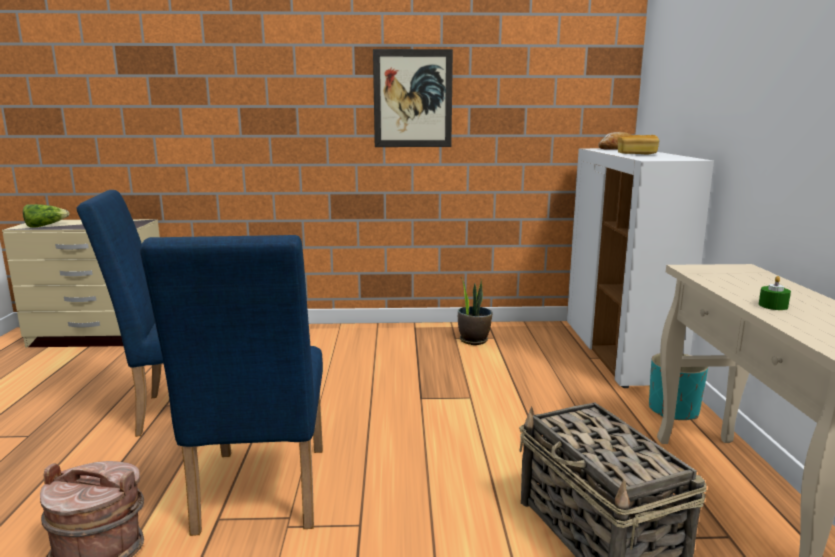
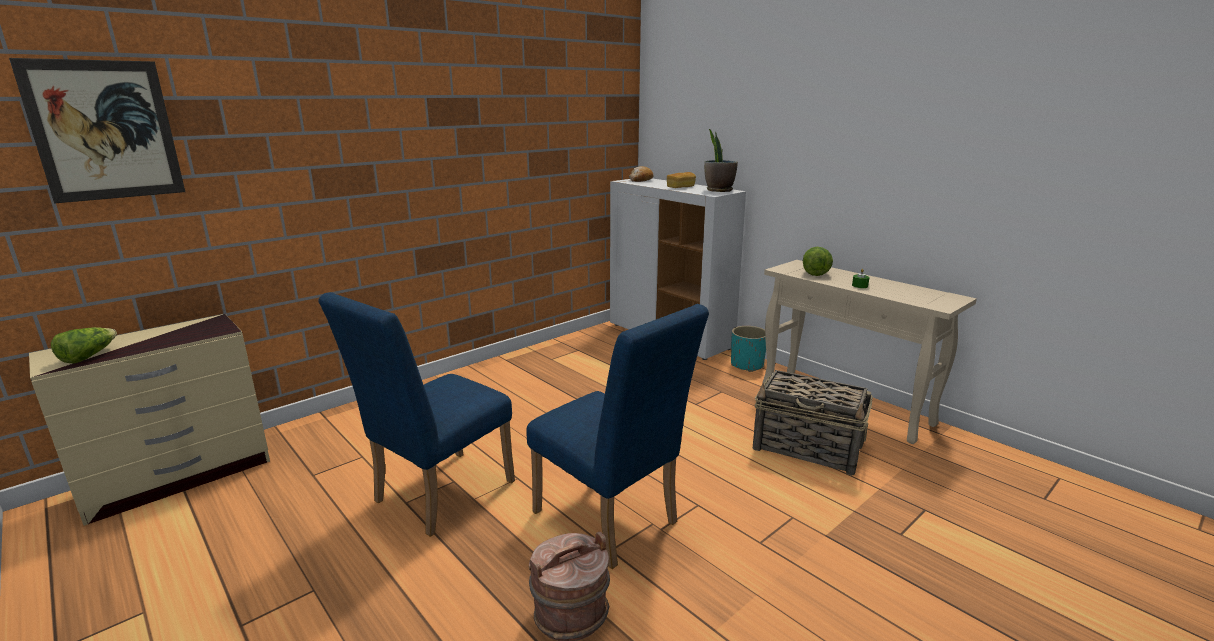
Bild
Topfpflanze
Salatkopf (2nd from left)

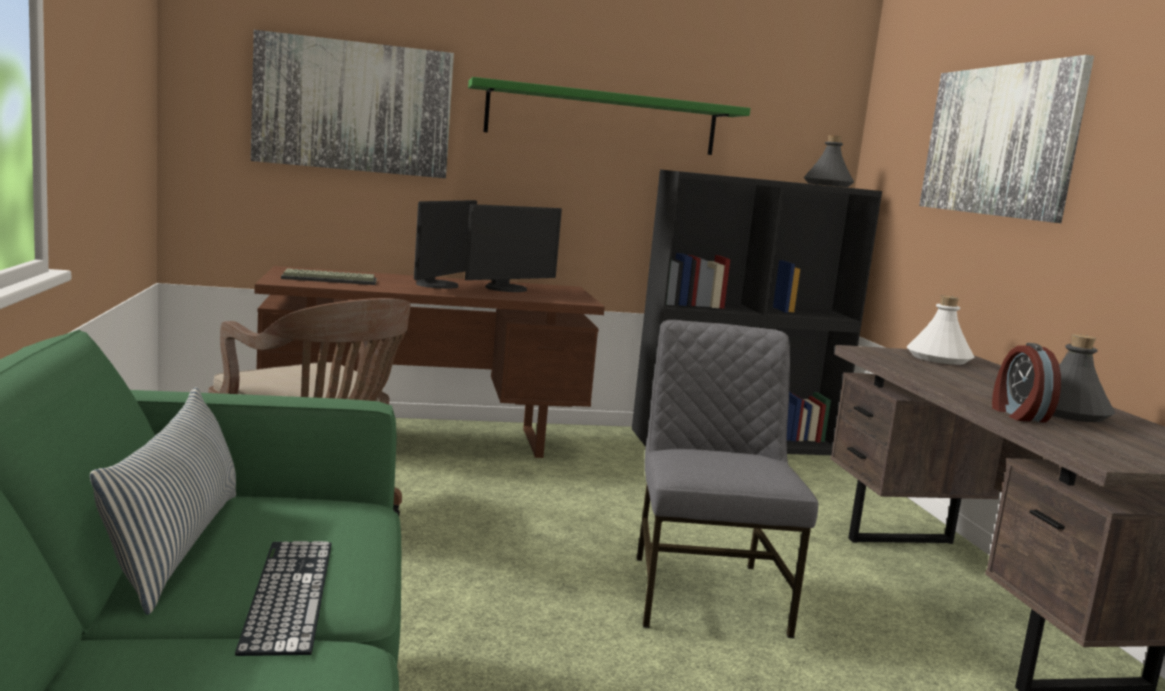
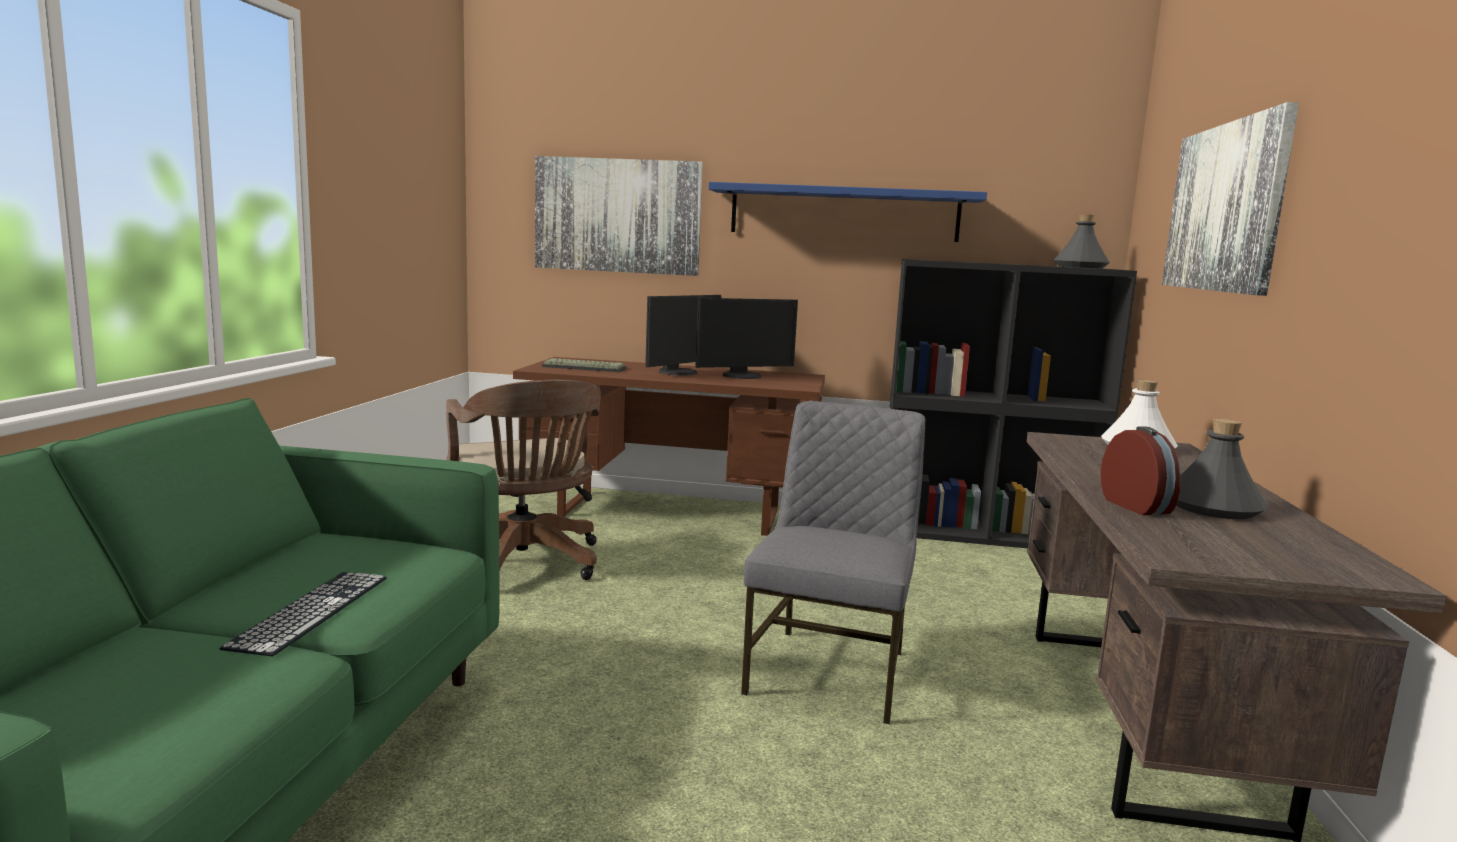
Wandregal/blau
Wecker
Kissen

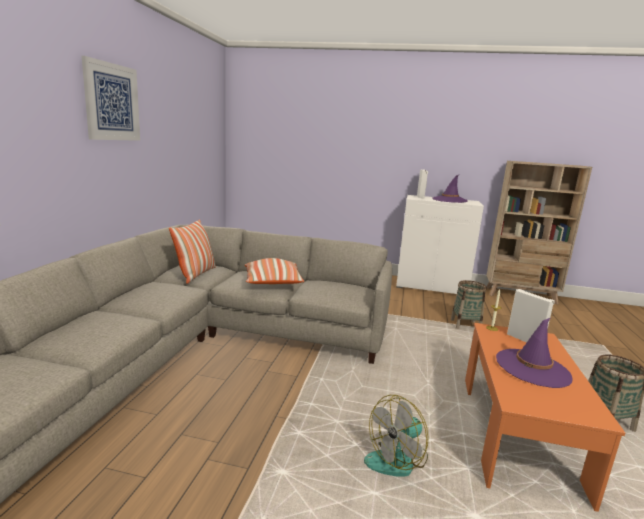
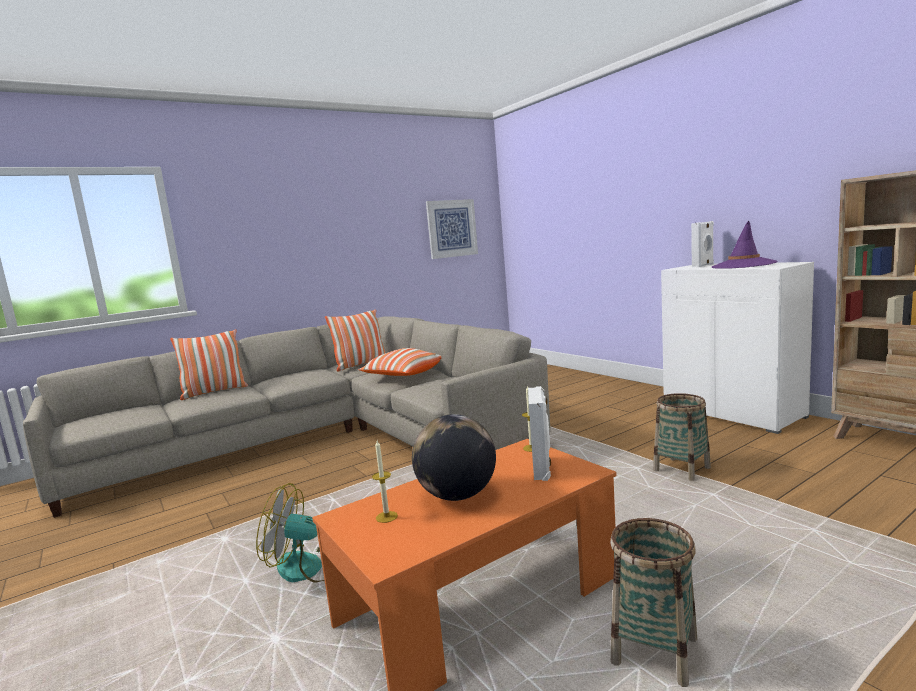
Kissen (1st from left)
Kerze (1st from left)
Globus
Bild

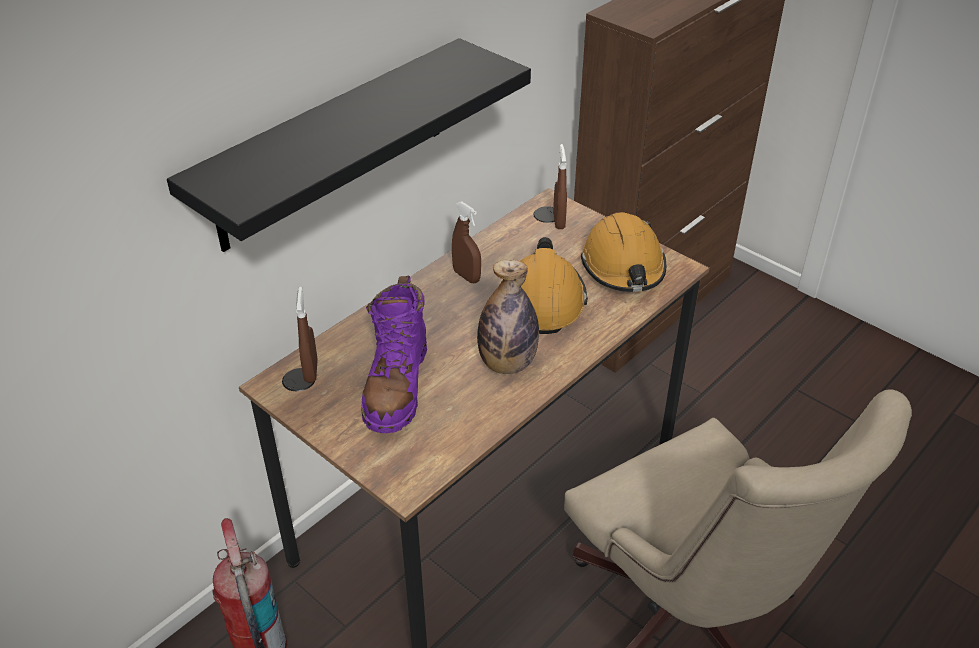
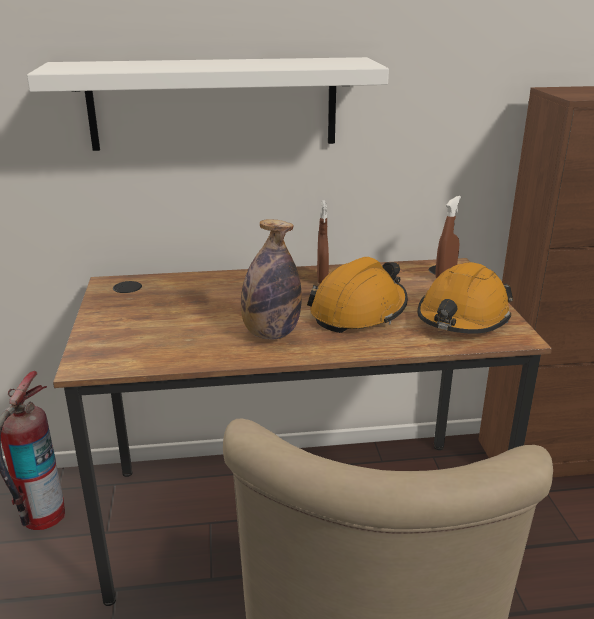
Wandregal/weiß
Sprühflasche/braun (1st from left in the first image)
Stiefel/lila

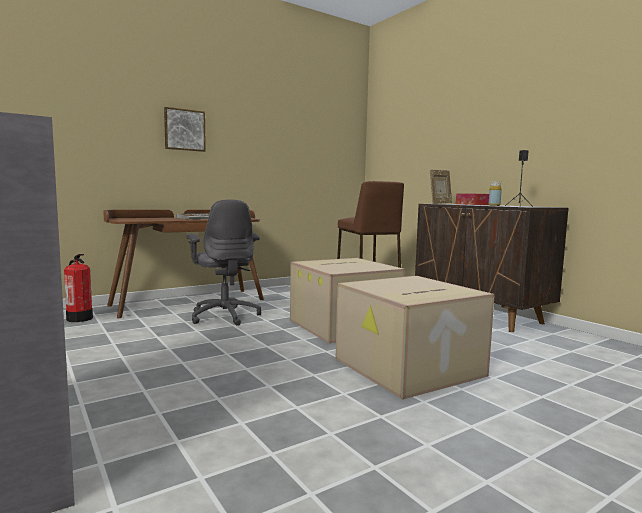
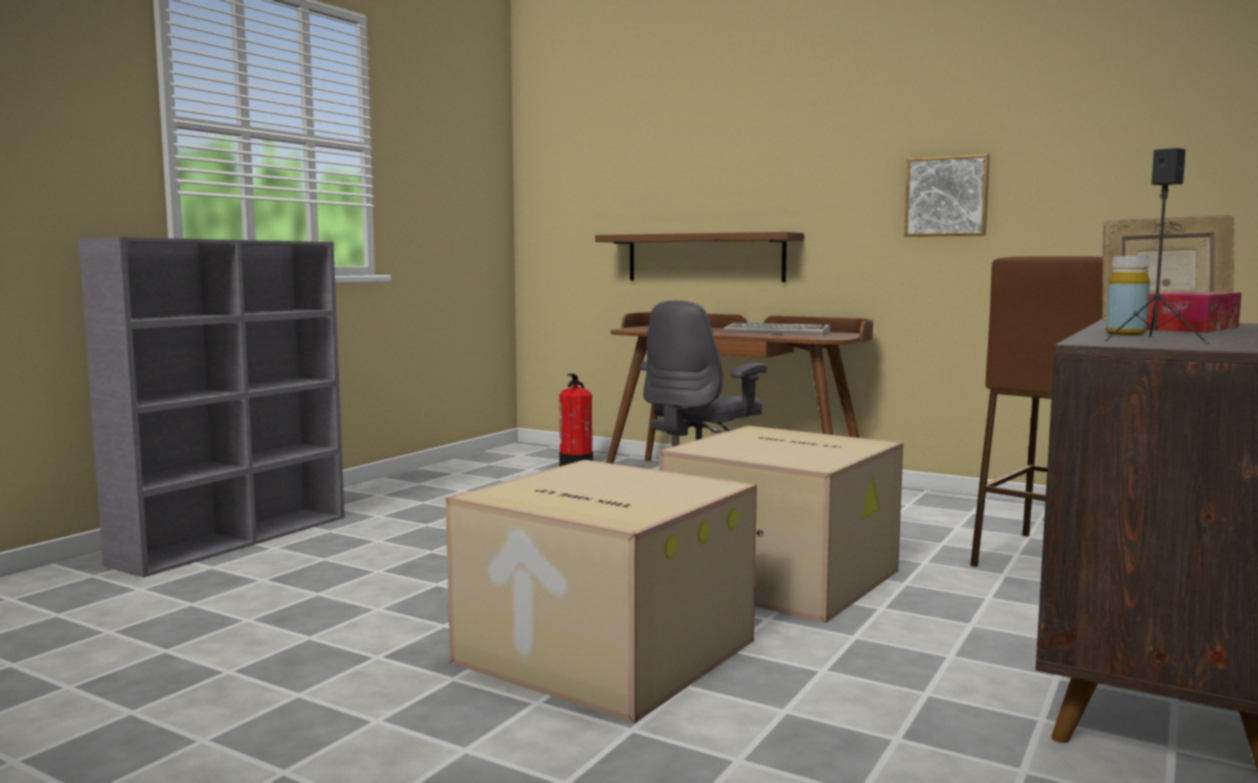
Wandregal/braun
Bild

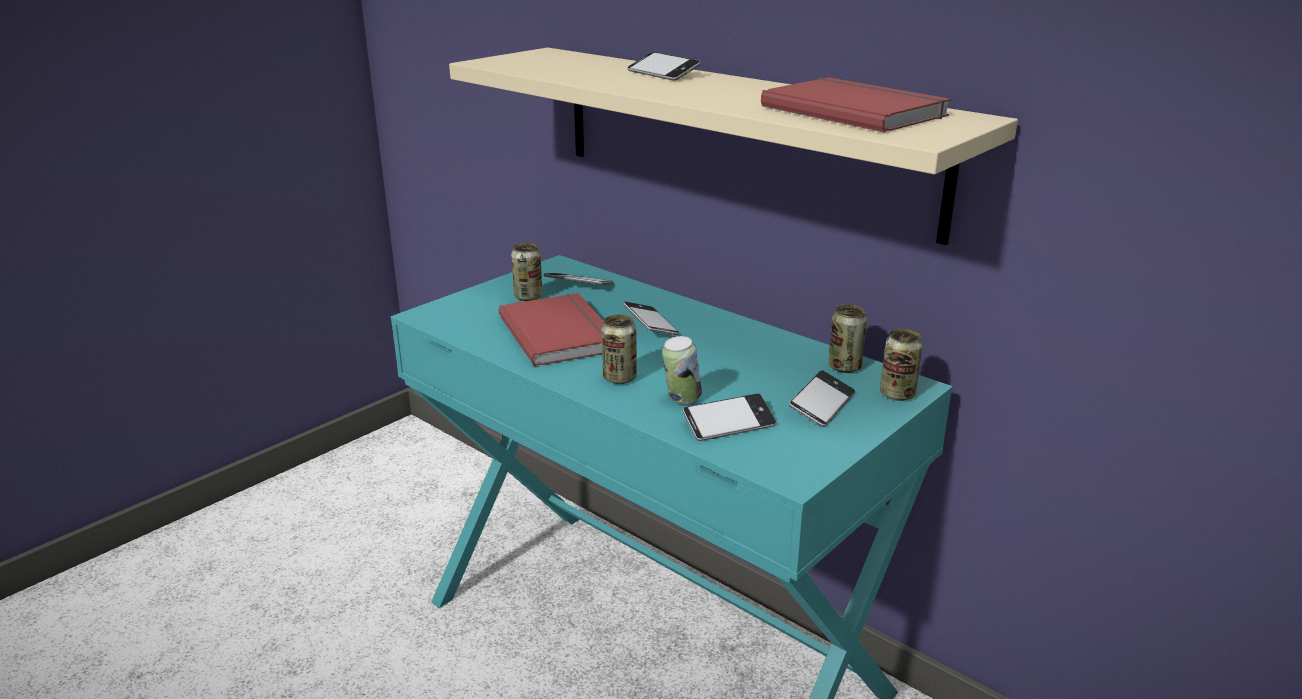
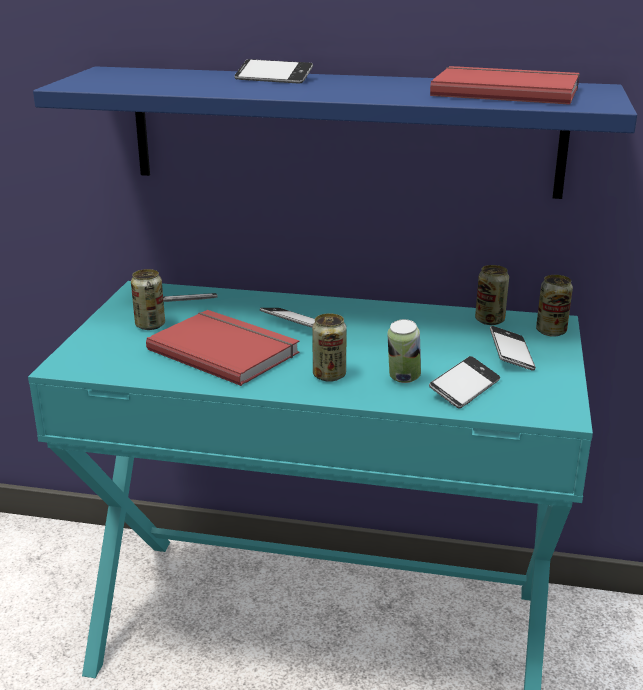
Wandregal/blau

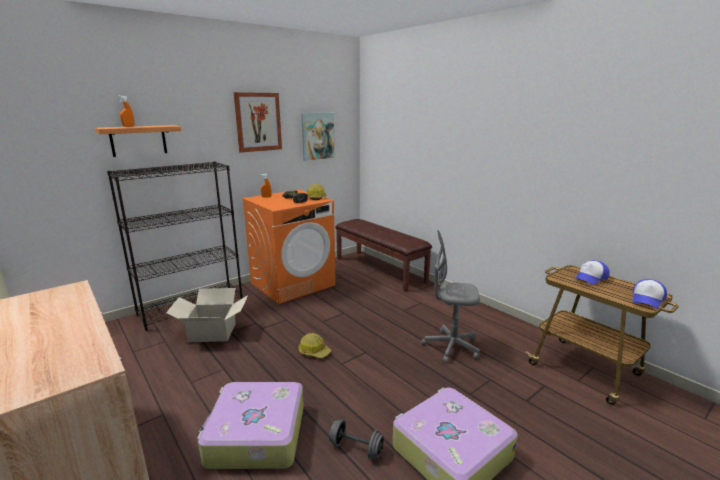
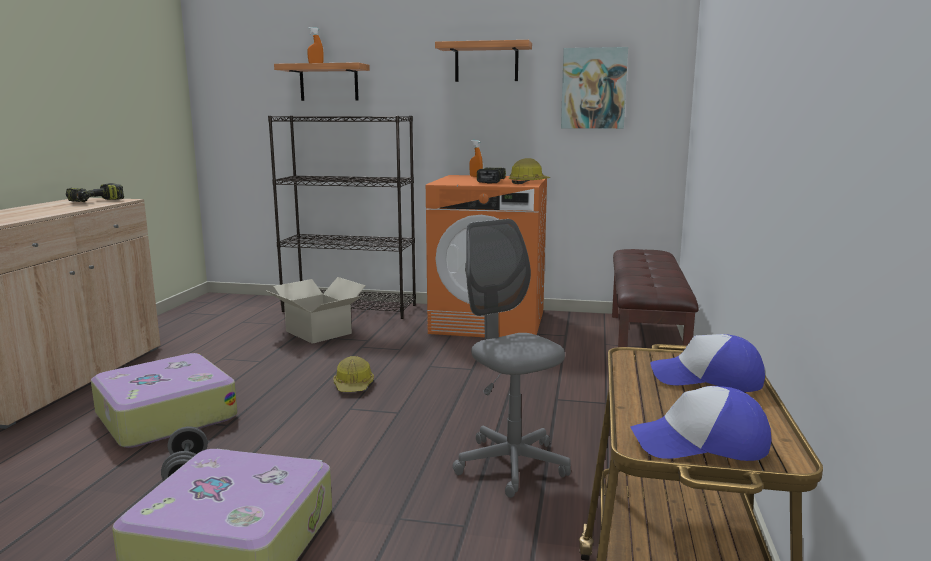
Bohrmaschine (1st from left)
Wandregal (2nd from left)

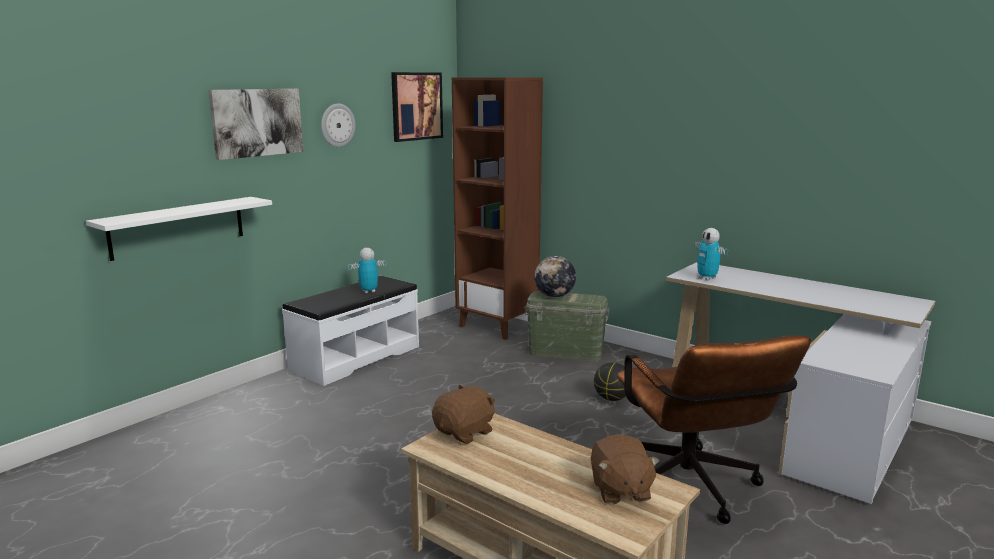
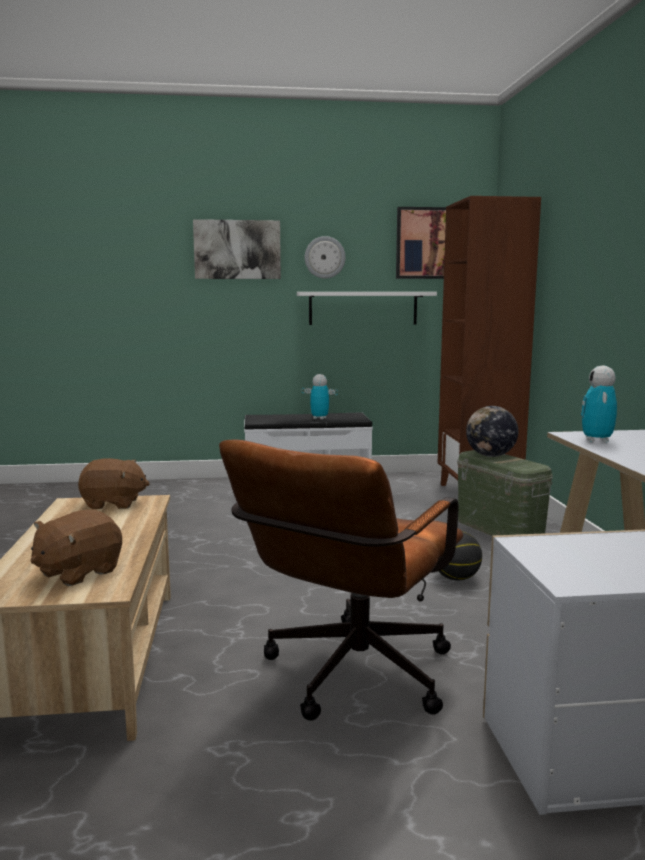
Wandregal/weiß

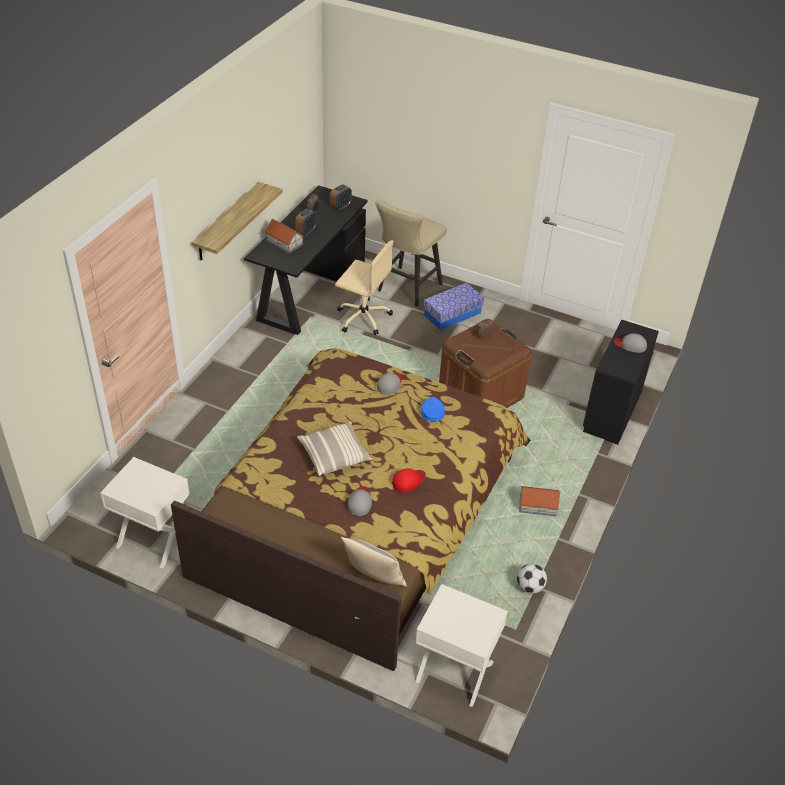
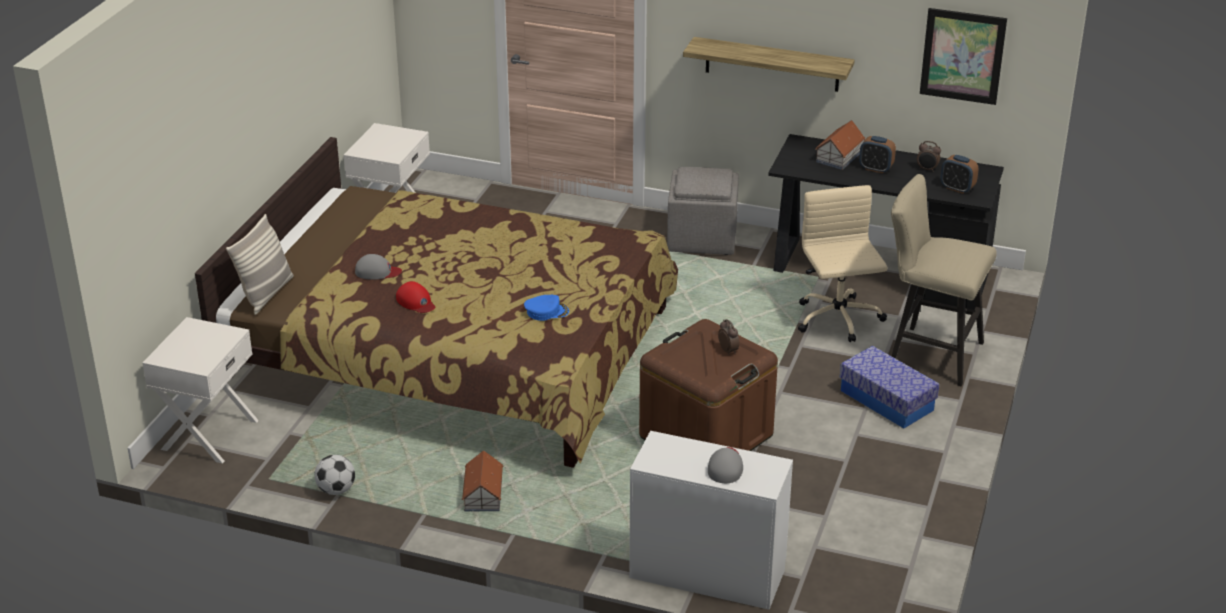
Kommode/weiß
Polsterhocker/grau
Bürostuhl/beige
Bild
Kissen (1st from left in the first image)
Kappe/grau (2nd from left in the first image)

